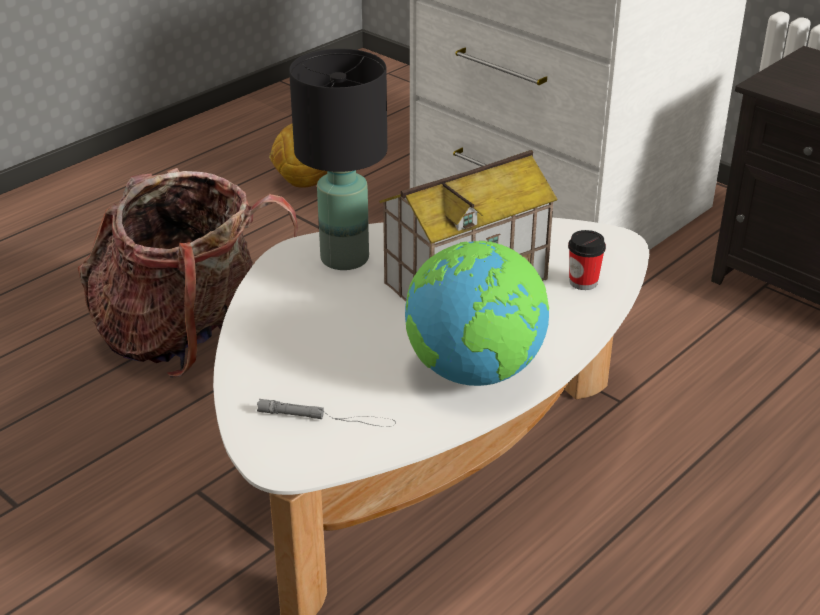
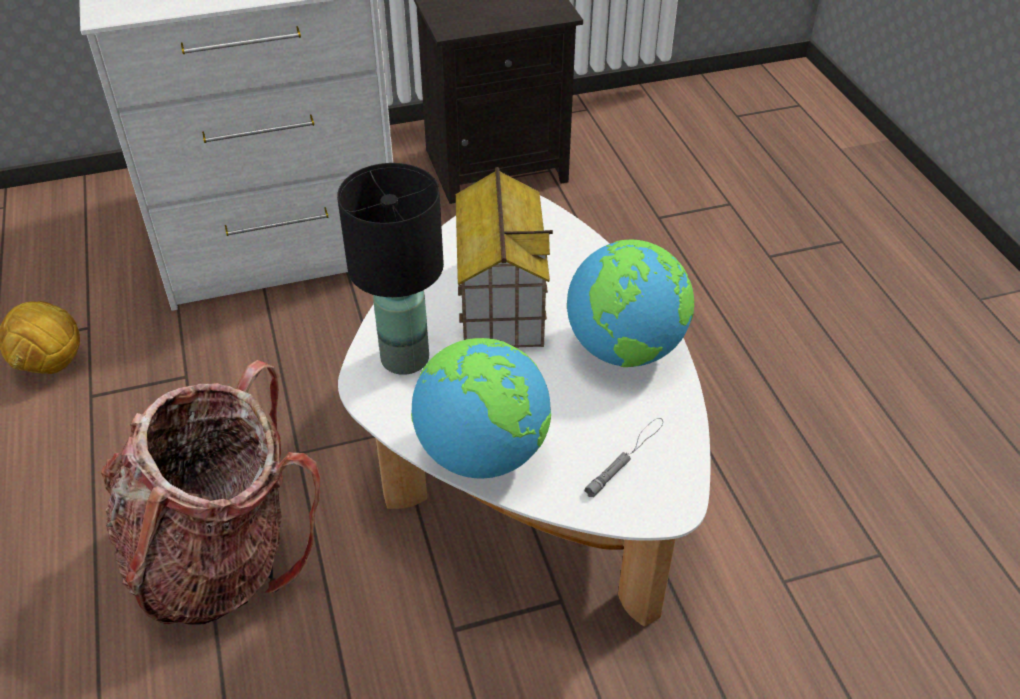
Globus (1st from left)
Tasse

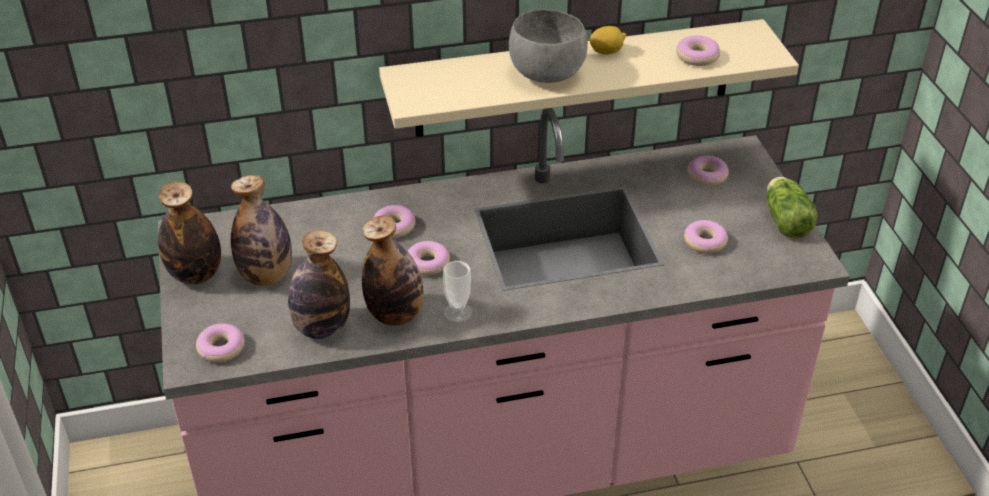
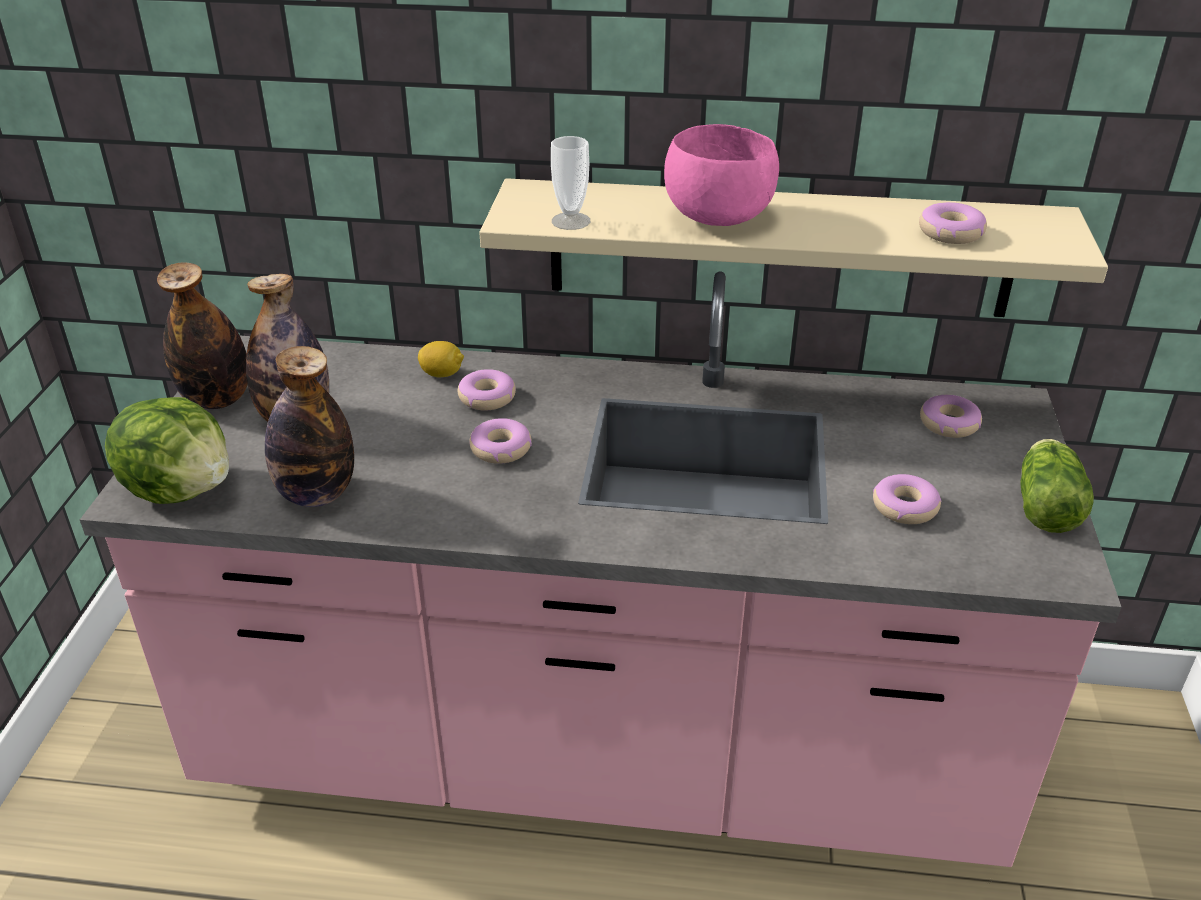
Salatkopf (1st from left)
Zitrone
Tasse
Schüssel/rosa
Flasche (4th from left in the first image)

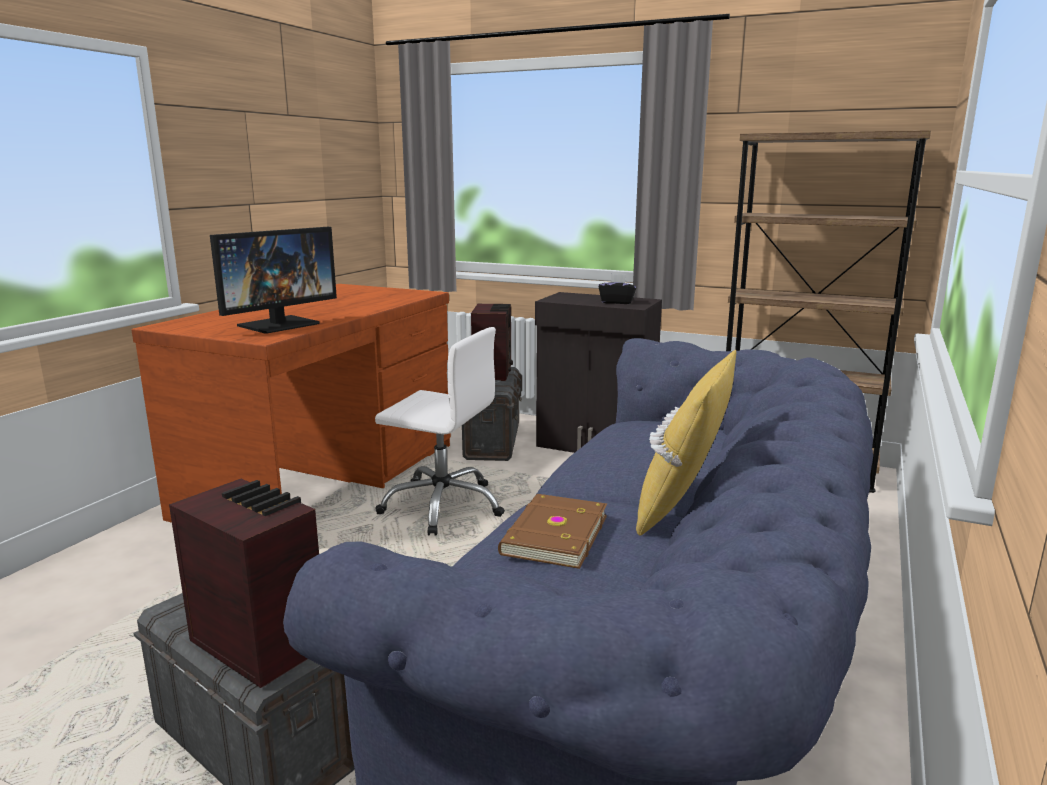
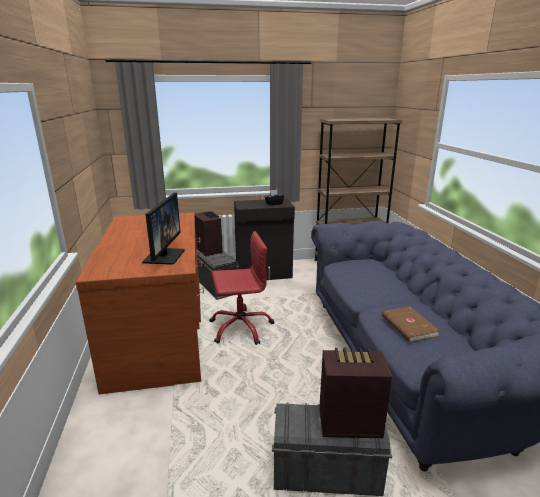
Bürostuhl/rot
Kissen/gelb

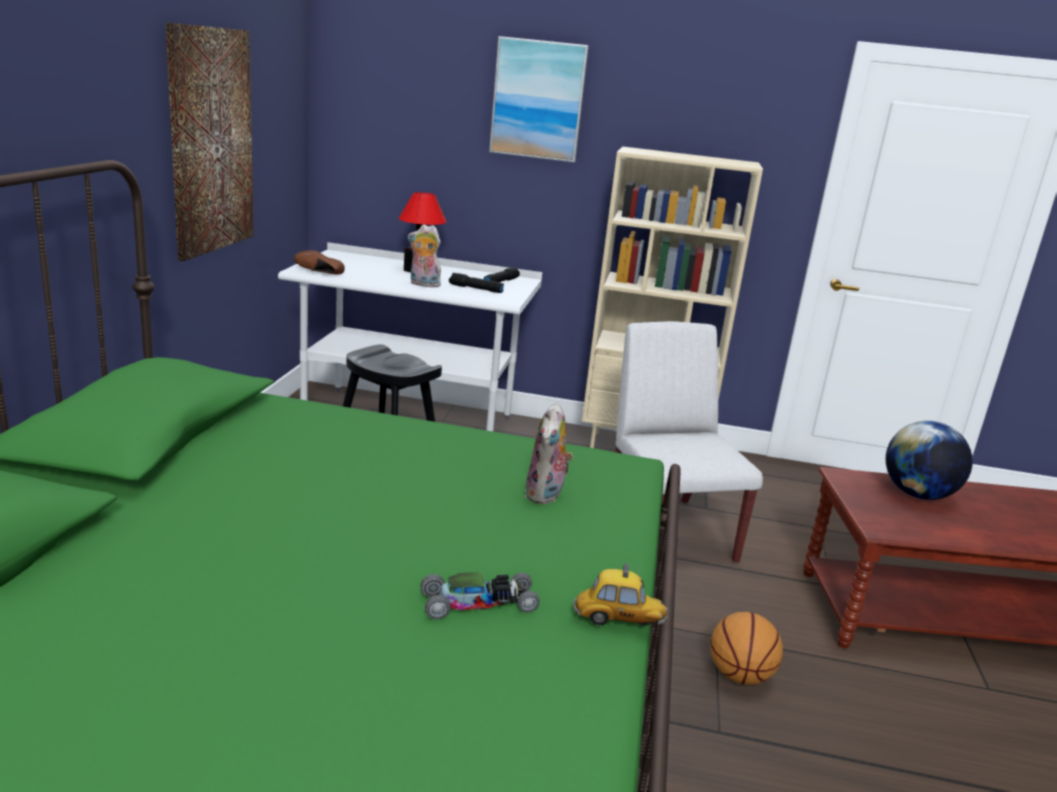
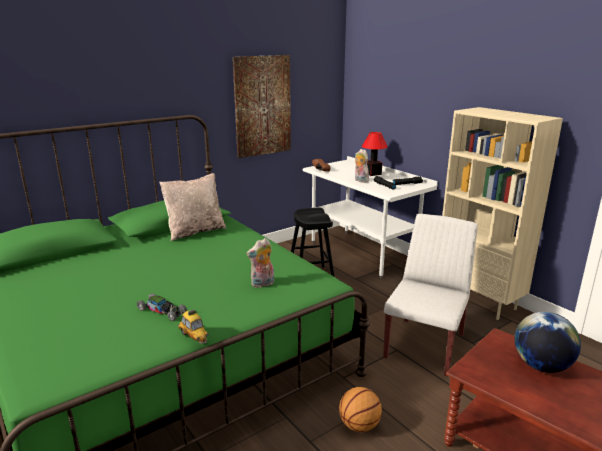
Kissen/beige
Bild (2nd from left in the first image)

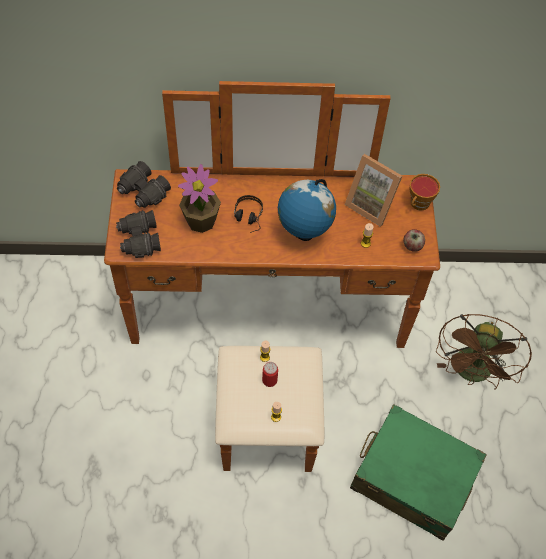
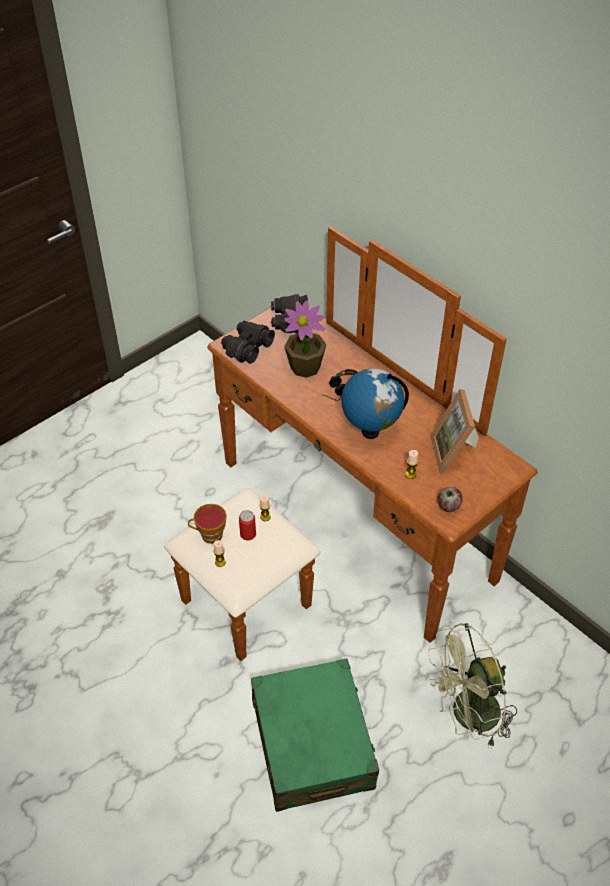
Tasse
Ventilator/grün

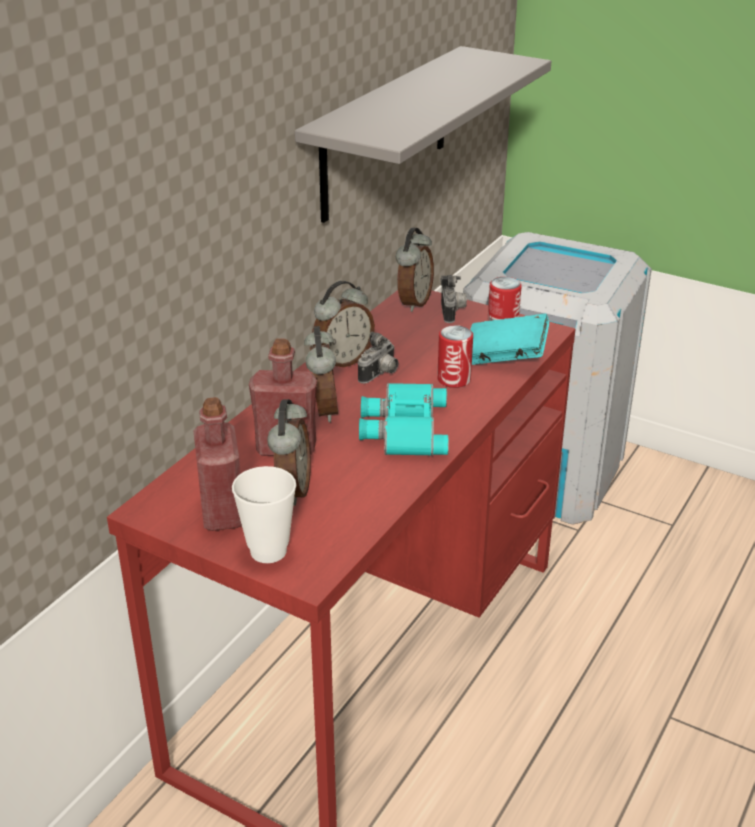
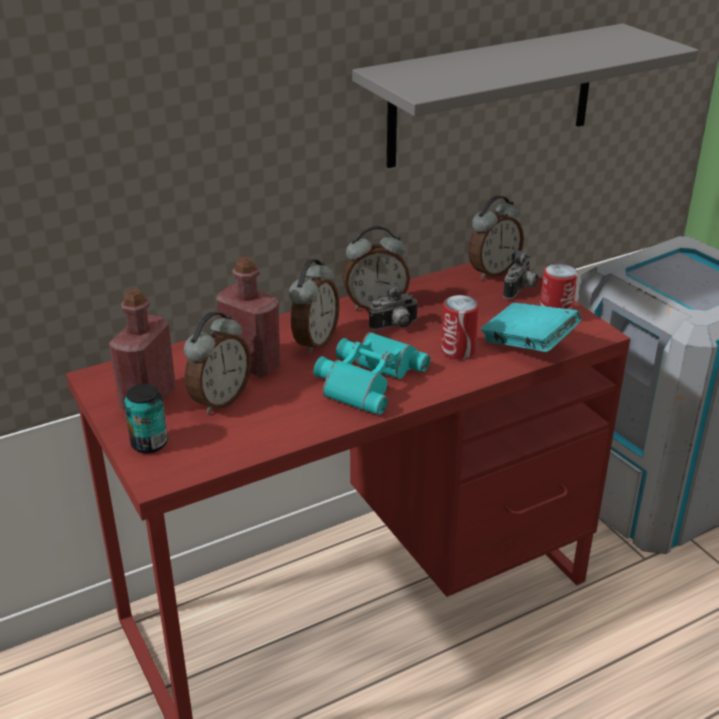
Dose (1st from left)

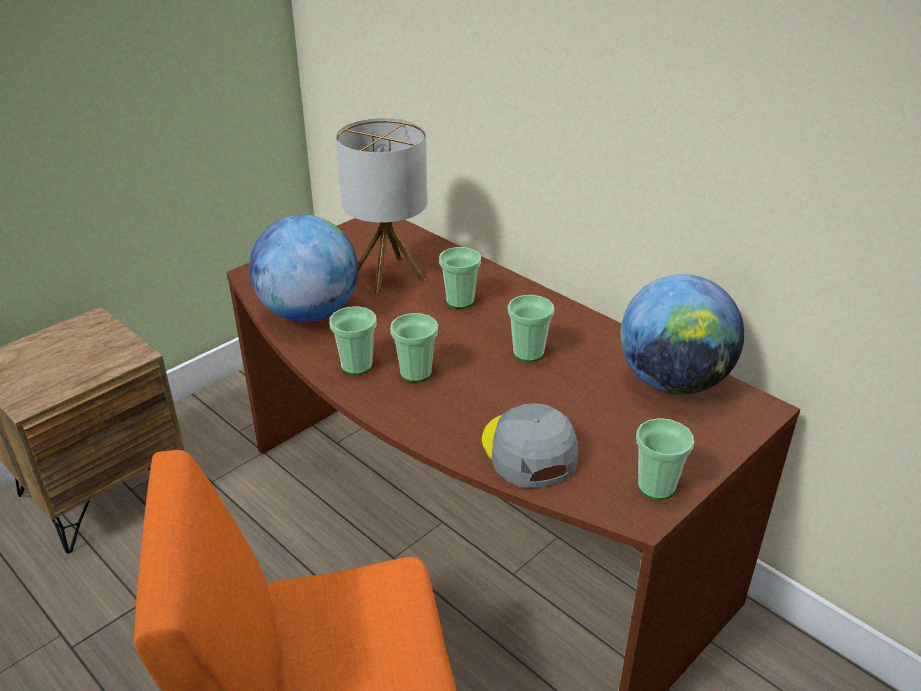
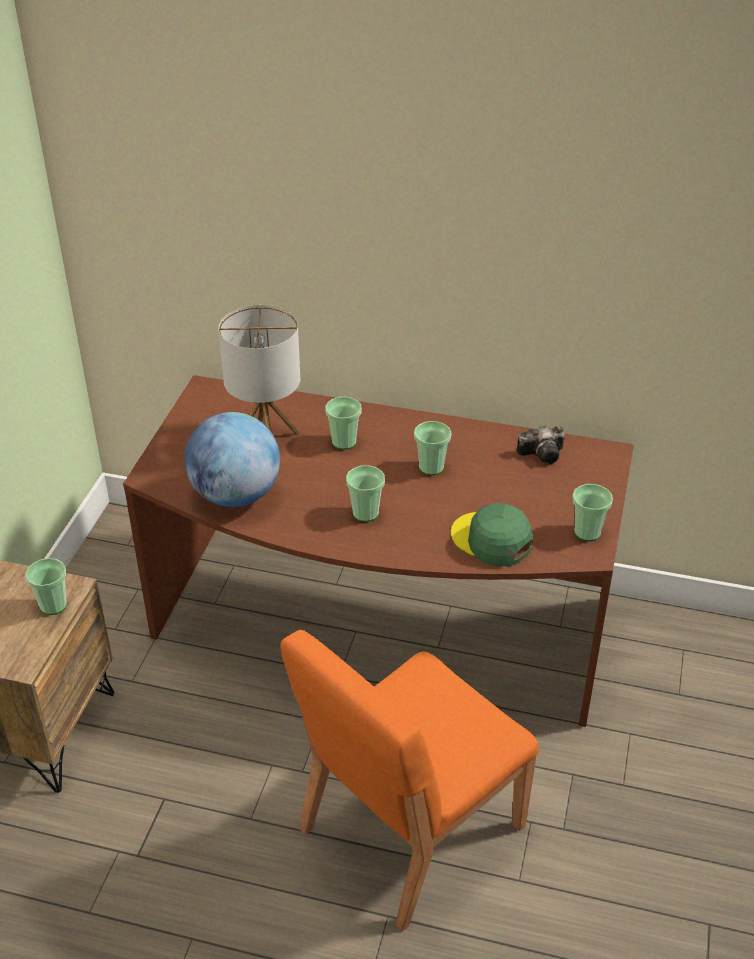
Tasse (1st from left)
Kappe/grün
Kamera

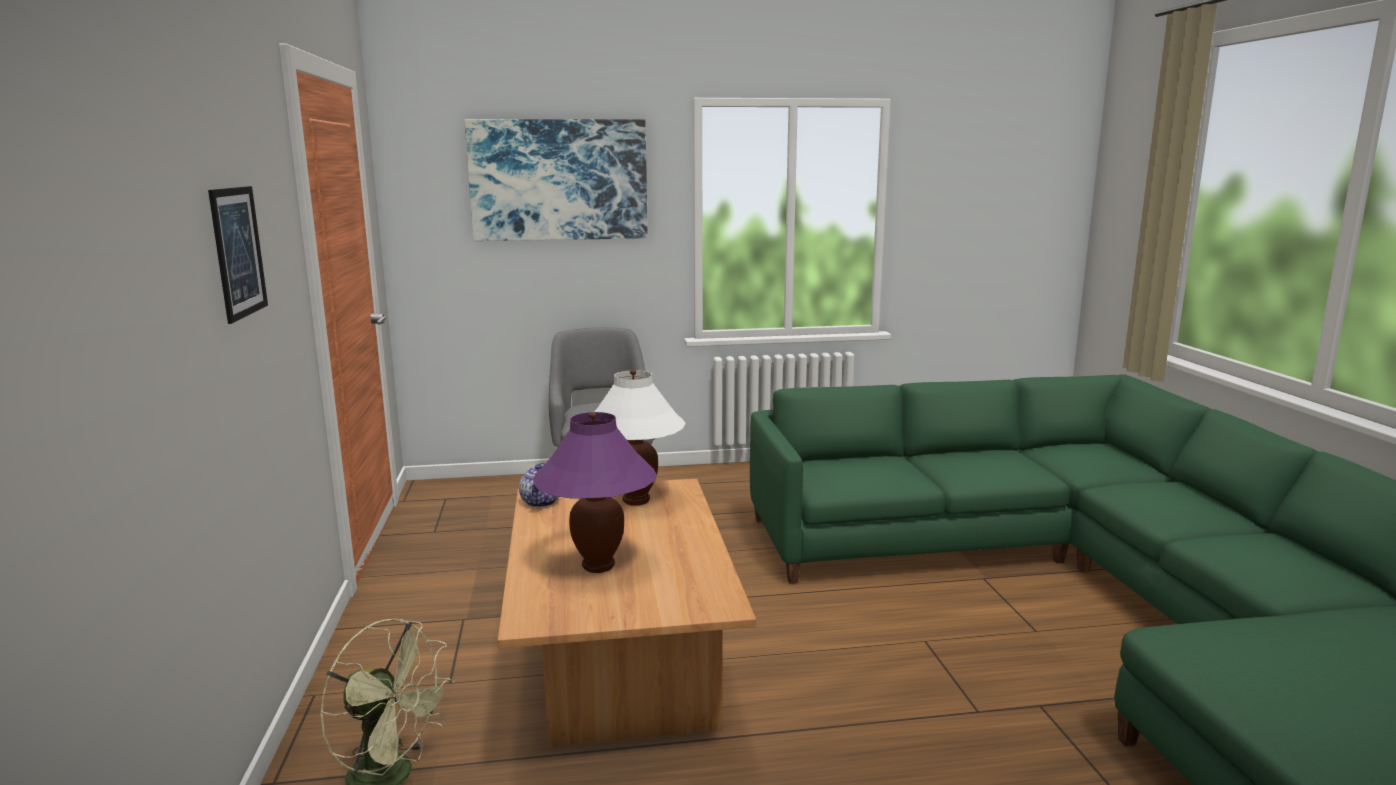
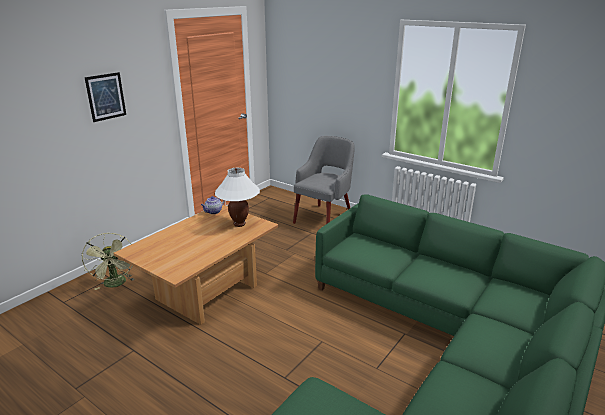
Bild (2nd from left in the first image)
Tischlampe/lila

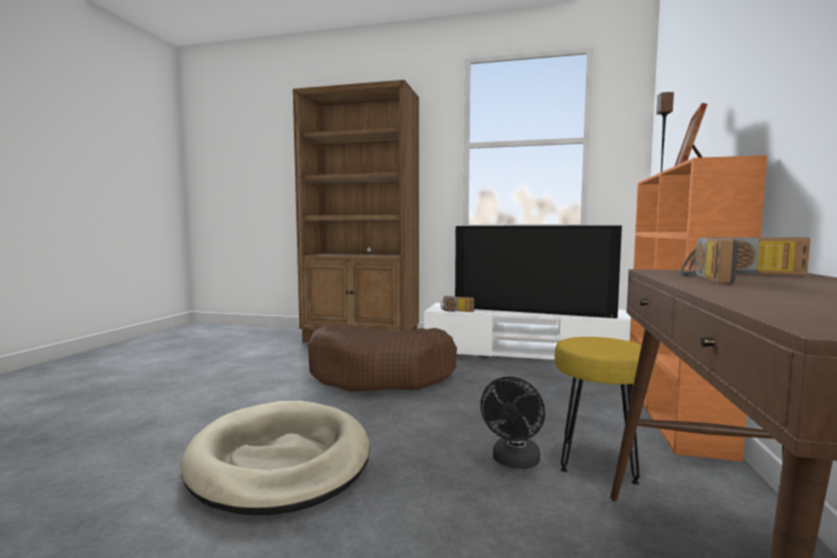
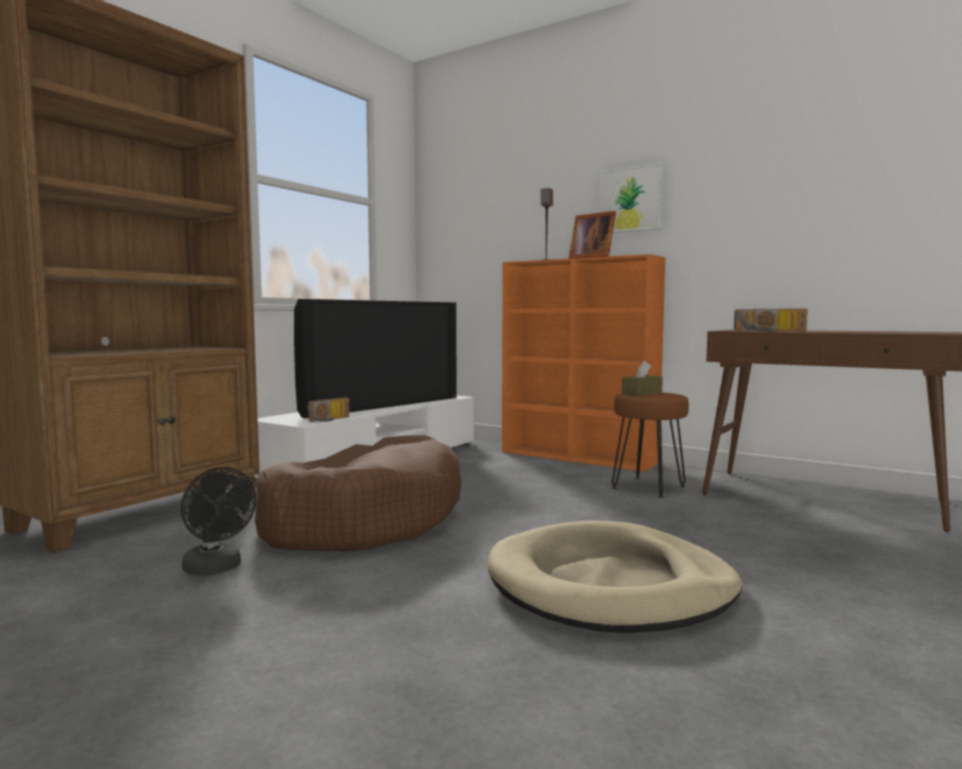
Ventilator/schwarz
Bild
Hocker/braun
Taschentuchbox/braun

